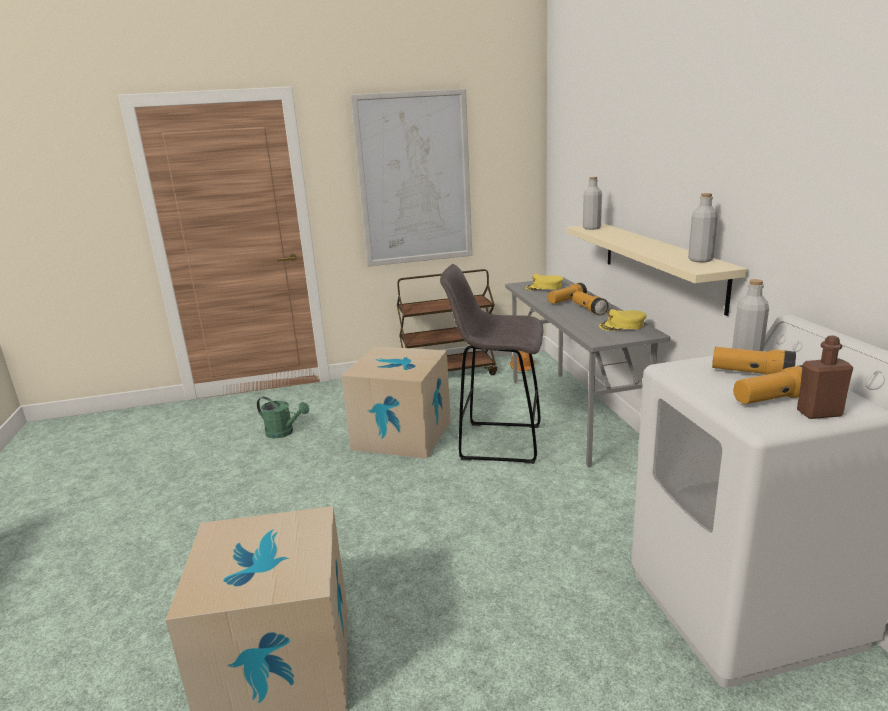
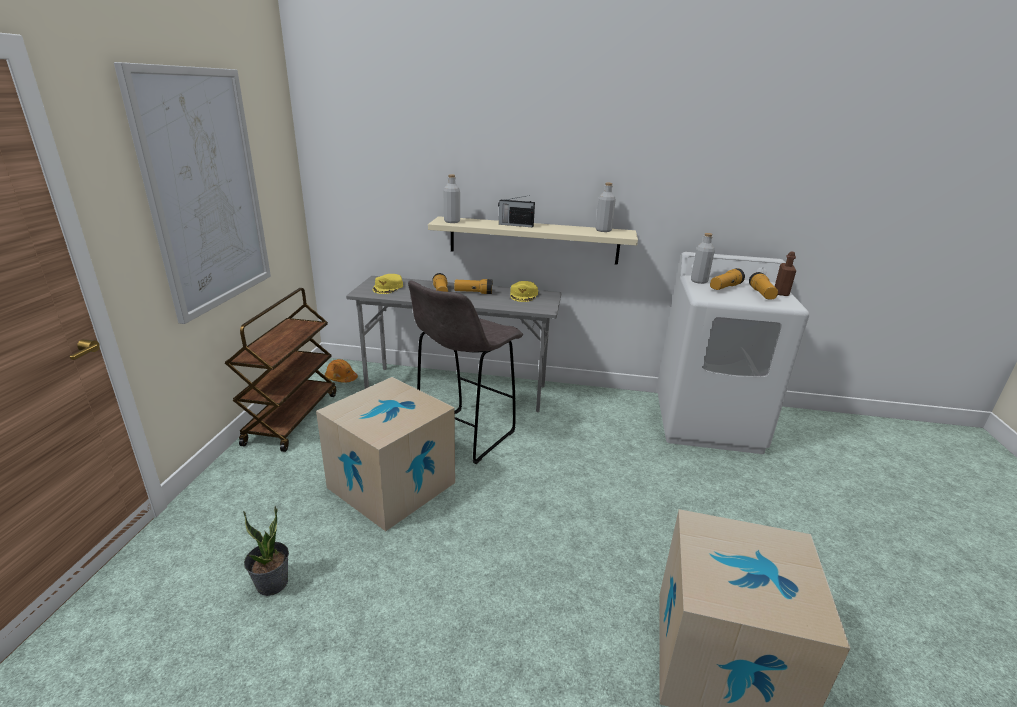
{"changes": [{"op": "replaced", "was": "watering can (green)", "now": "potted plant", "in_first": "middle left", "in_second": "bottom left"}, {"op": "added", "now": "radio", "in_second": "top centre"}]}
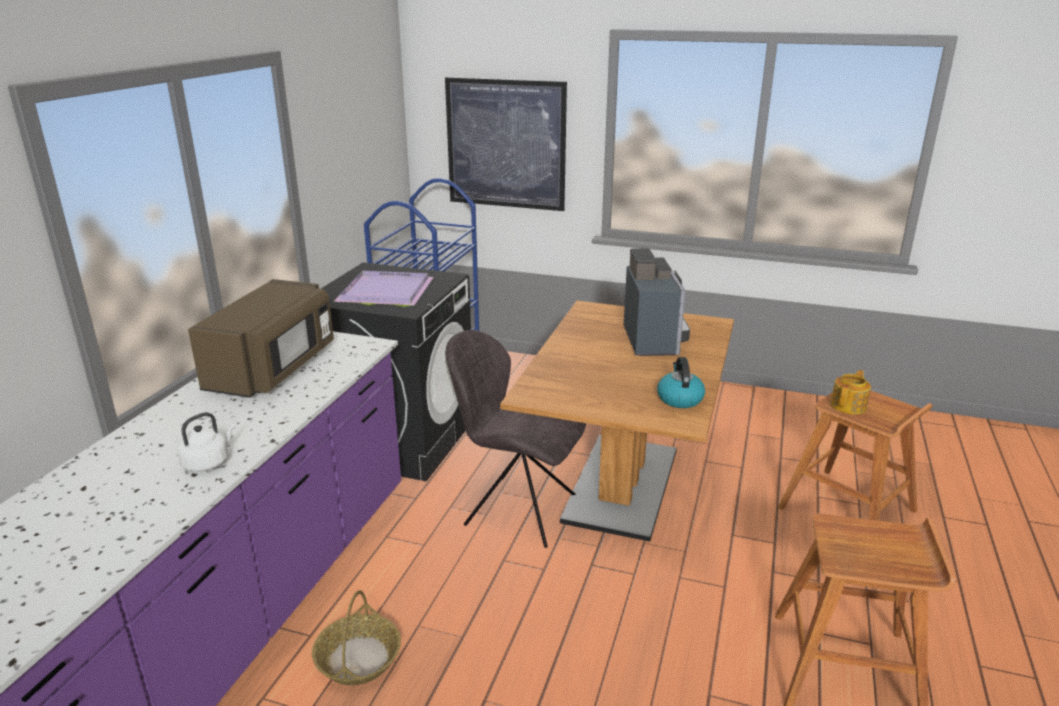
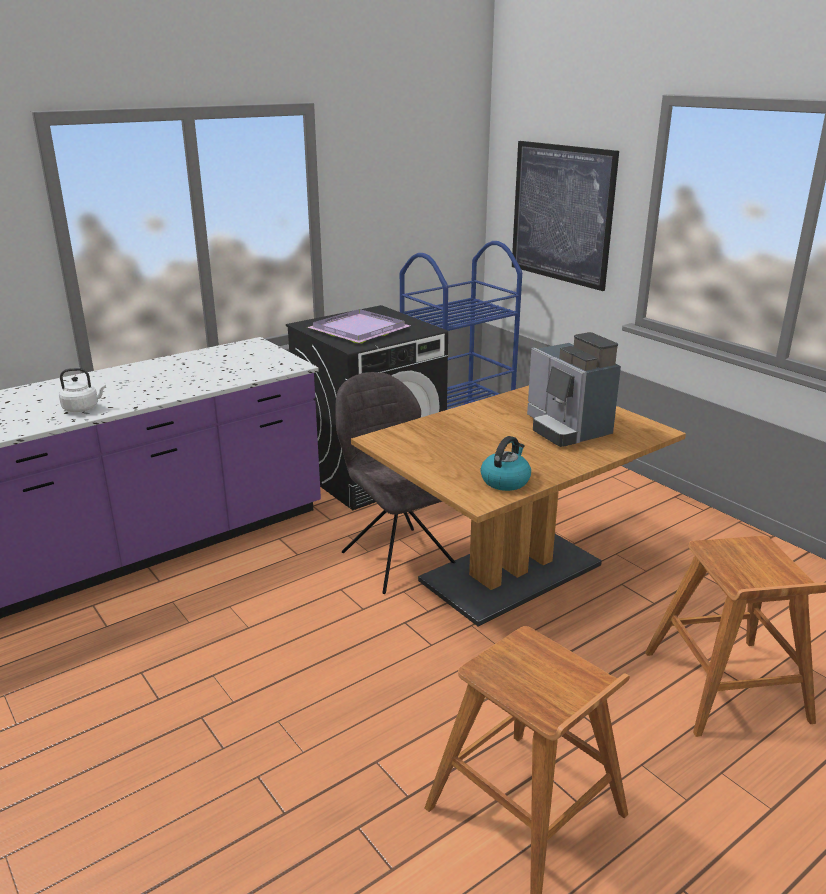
{"changes": [{"op": "turned", "was": "coffee machine", "in_first": "centre", "in_second": "middle right", "clockwise": 120}, {"op": "removed", "was": "microwave (brown)", "in_first": "middle left"}, {"op": "removed", "was": "basket", "in_first": "bottom centre"}, {"op": "removed", "was": "teapot", "in_first": "middle right"}]}
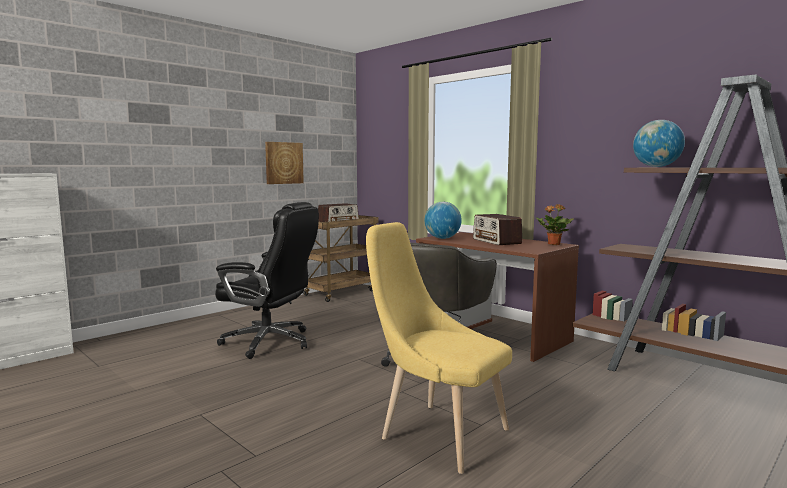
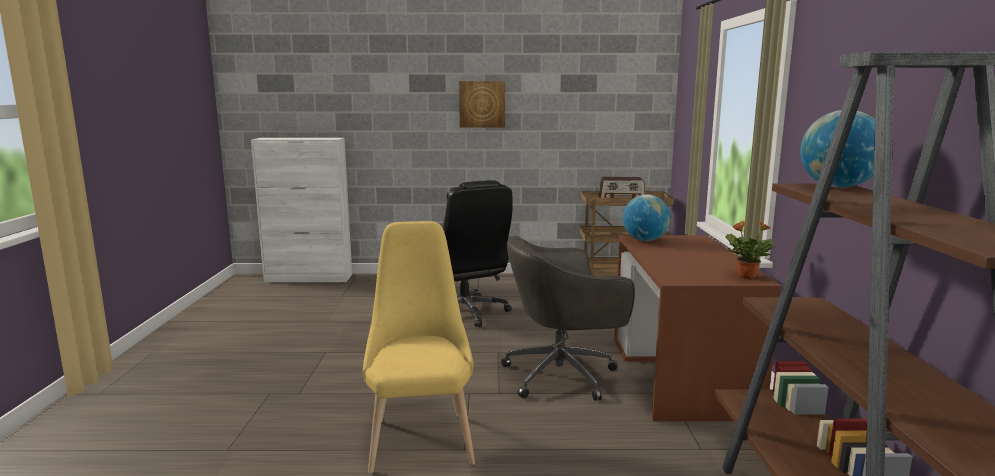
{"changes": [{"op": "moved", "was": "picture", "in_first": "centre", "in_second": "top centre"}, {"op": "removed", "was": "radio (2nd from left)", "in_first": "centre"}]}
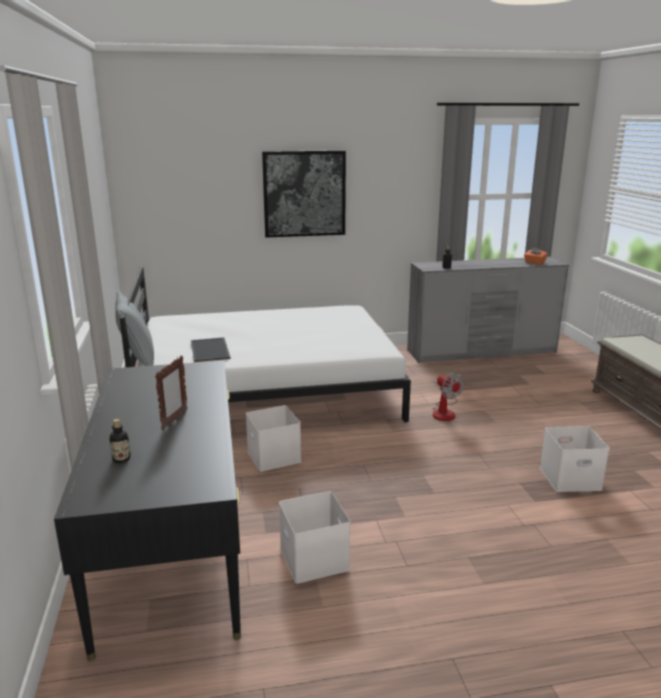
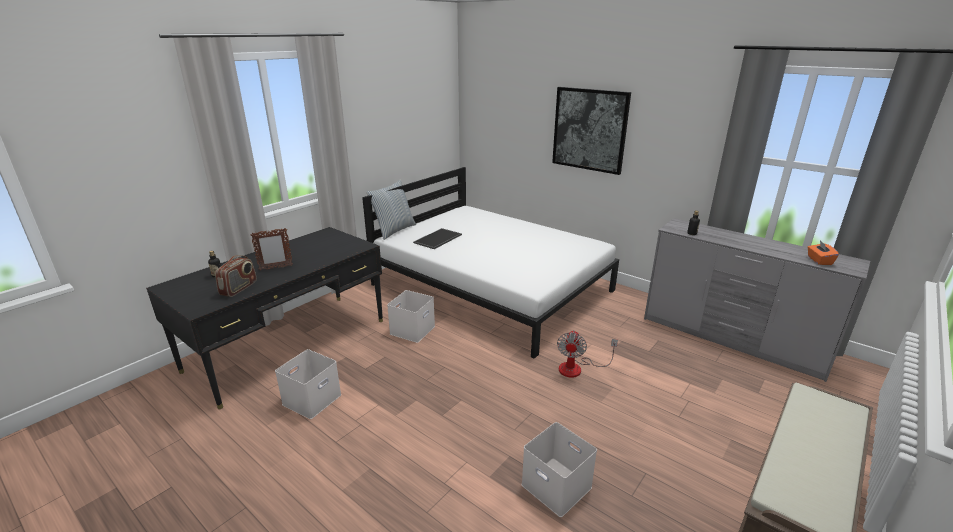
{"changes": [{"op": "added", "now": "radio", "in_second": "middle left"}]}
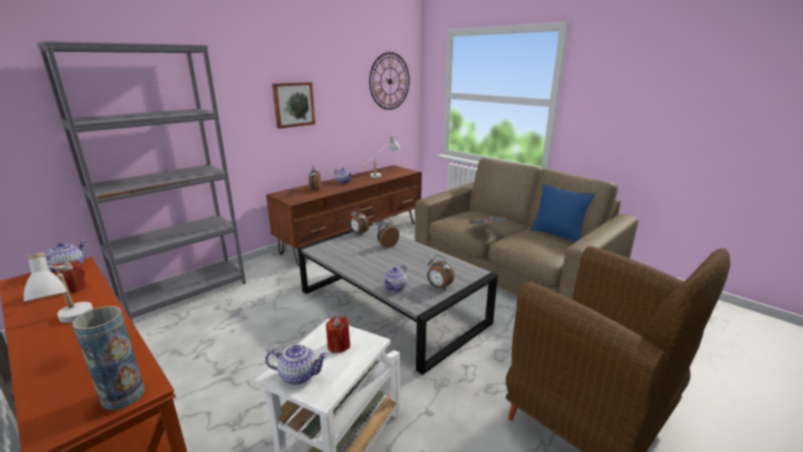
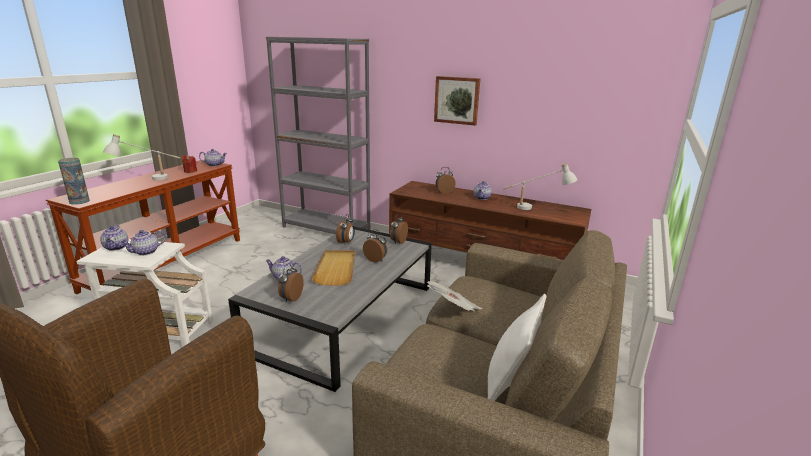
{"changes": [{"op": "replaced", "was": "candle (red) (2nd from left)", "now": "teapot (2nd from left)", "in_first": "bottom centre", "in_second": "middle left"}, {"op": "added", "now": "tray (beige)", "in_second": "centre"}, {"op": "added", "now": "alarm clock (2nd from left)", "in_second": "centre"}, {"op": "recoloured", "was": "pillow (blue)", "now": "pillow (white)", "in_first": "middle right", "in_second": "bottom centre"}, {"op": "removed", "was": "wall clock", "in_first": "top centre"}]}
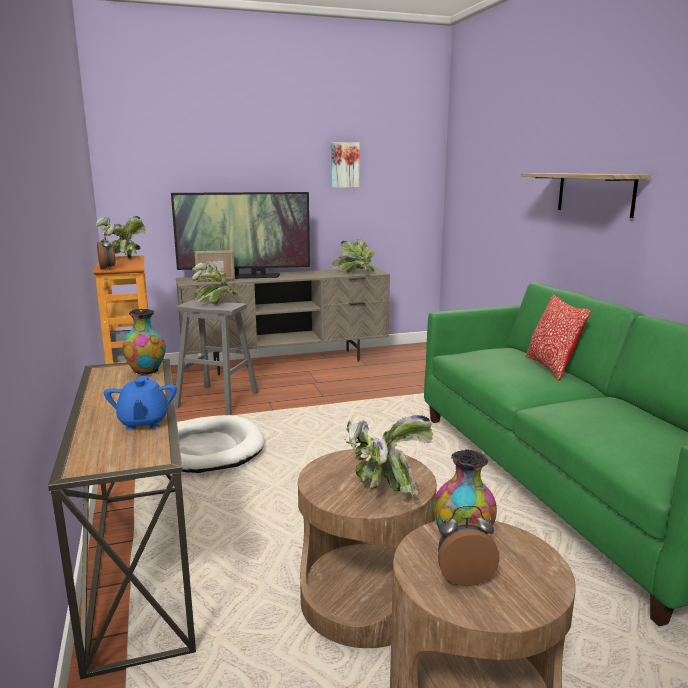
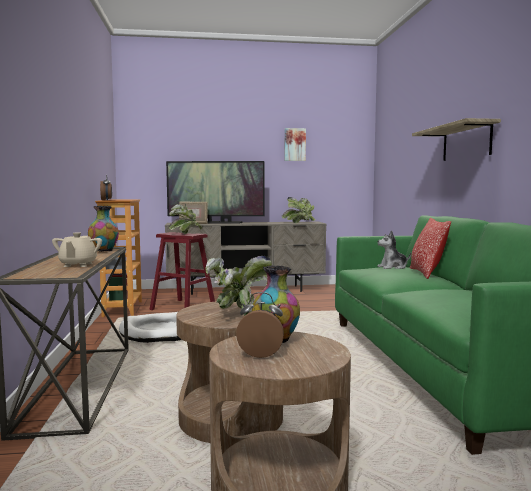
{"changes": [{"op": "recoloured", "was": "teapot (blue)", "now": "teapot (beige)", "in_first": "middle left", "in_second": "middle left"}, {"op": "recoloured", "was": "stool (grey)", "now": "stool (red)", "in_first": "middle left", "in_second": "centre"}, {"op": "added", "now": "plush toy", "in_second": "middle right"}, {"op": "removed", "was": "potted plant (1st from left)", "in_first": "middle left"}]}
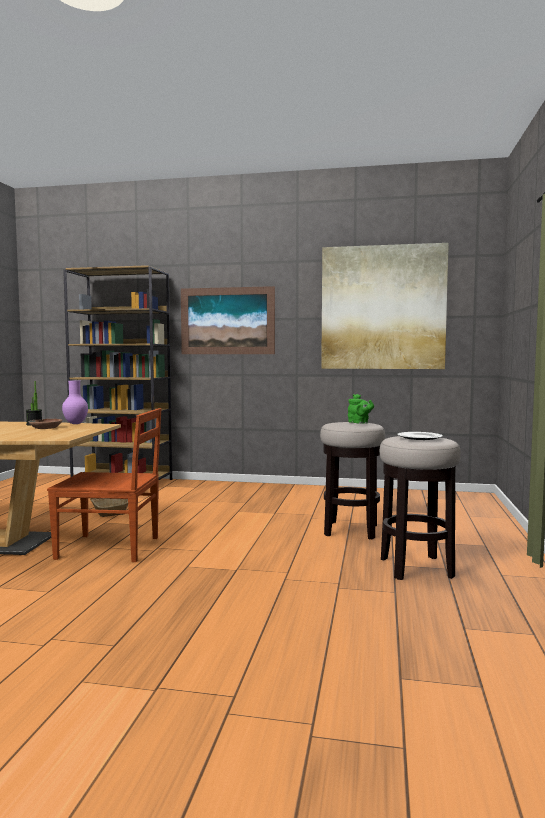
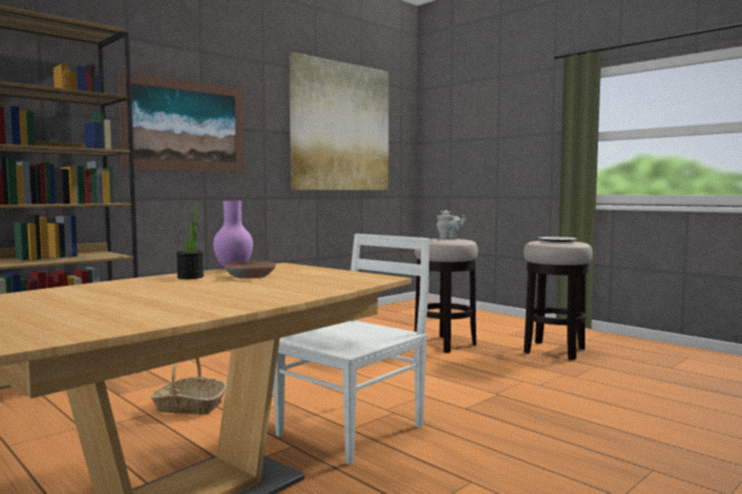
{"changes": [{"op": "recoloured", "was": "chair (brown)", "now": "chair (white)", "in_first": "middle left", "in_second": "bottom centre"}, {"op": "recoloured", "was": "teapot (green)", "now": "teapot (grey)", "in_first": "centre", "in_second": "centre"}]}
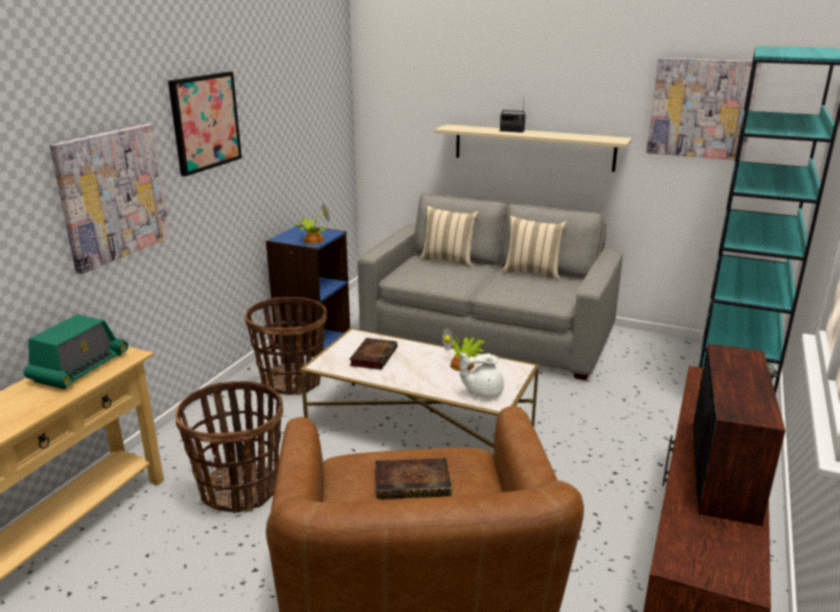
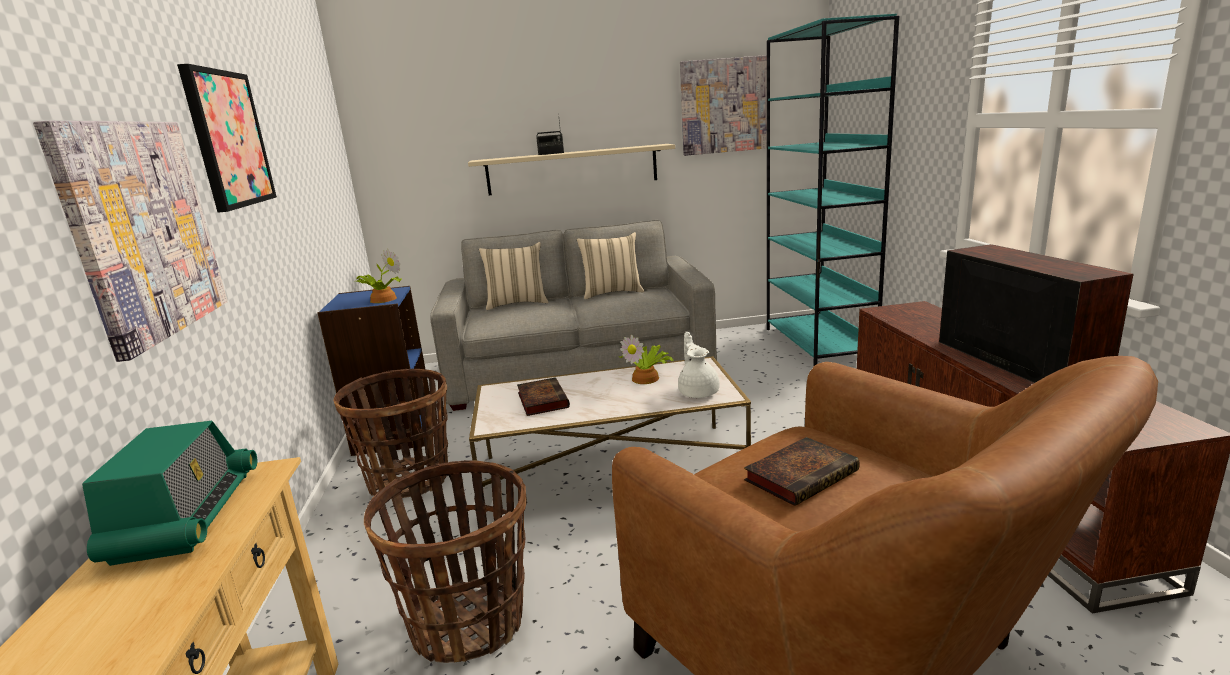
{"changes": [{"op": "turned", "was": "teapot (white)", "in_first": "centre", "in_second": "centre", "clockwise": 120}]}
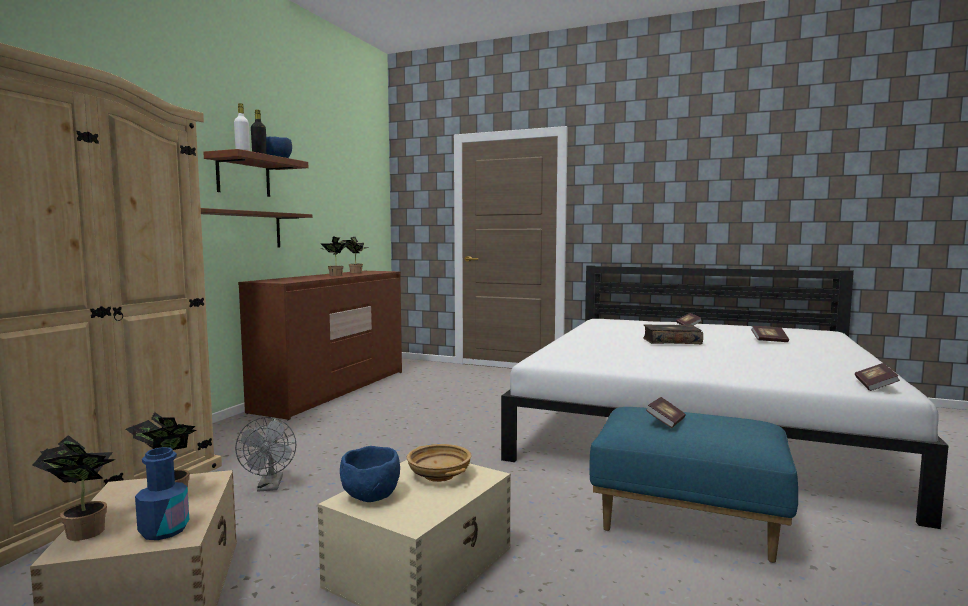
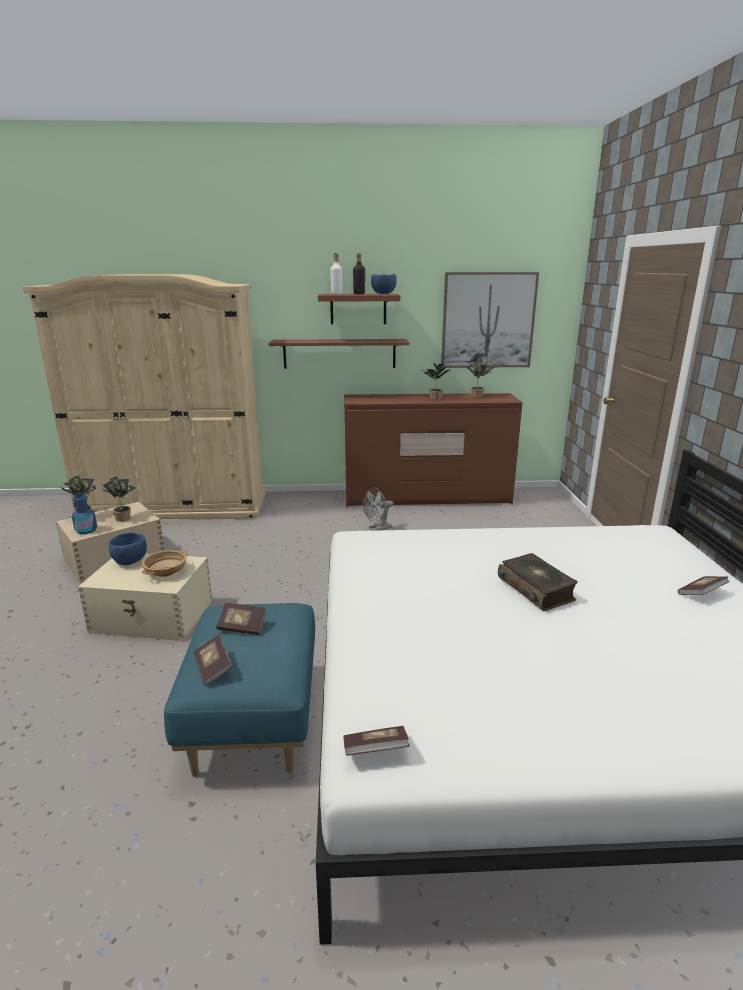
{"changes": [{"op": "moved", "was": "book (4th from left in the first image)", "now": "book (1st from left)", "in_first": "middle right", "in_second": "bottom left"}, {"op": "moved", "was": "fan (grey)", "in_first": "bottom left", "in_second": "centre"}, {"op": "added", "now": "picture", "in_second": "top centre"}]}
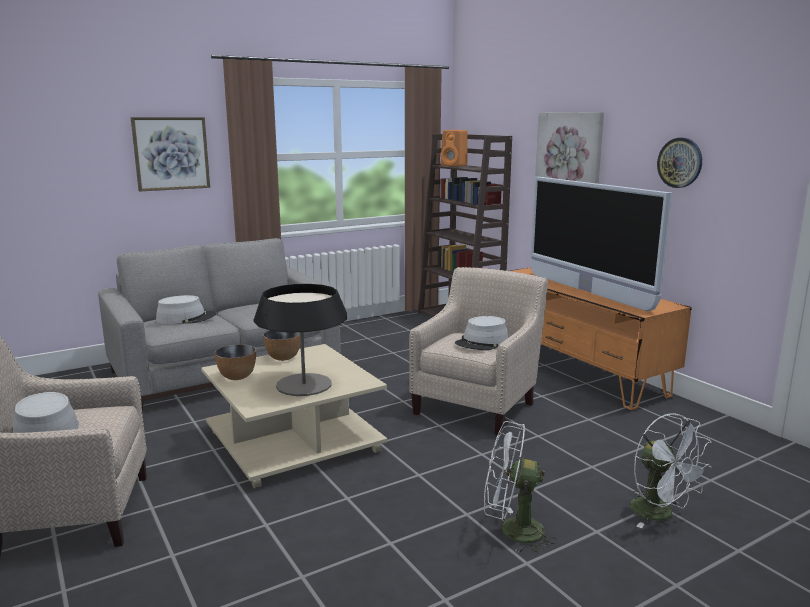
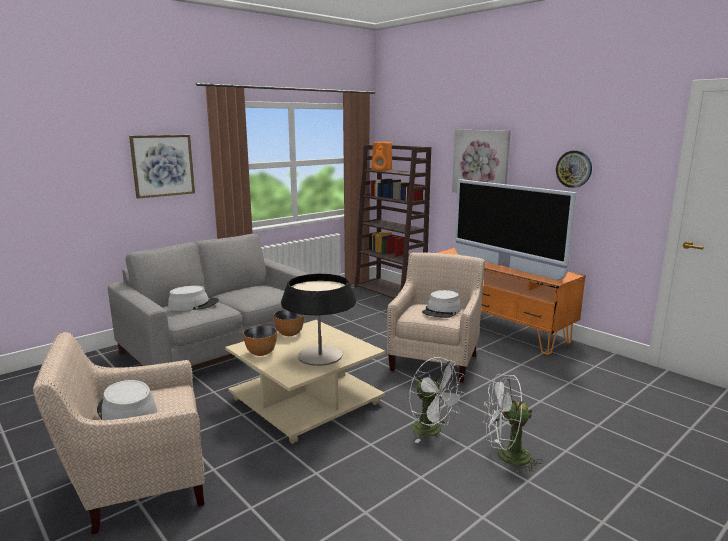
{"changes": [{"op": "moved", "was": "fan (white) (2nd from left in the first image)", "now": "fan (white) (1st from left)", "in_first": "bottom right", "in_second": "bottom centre"}]}
